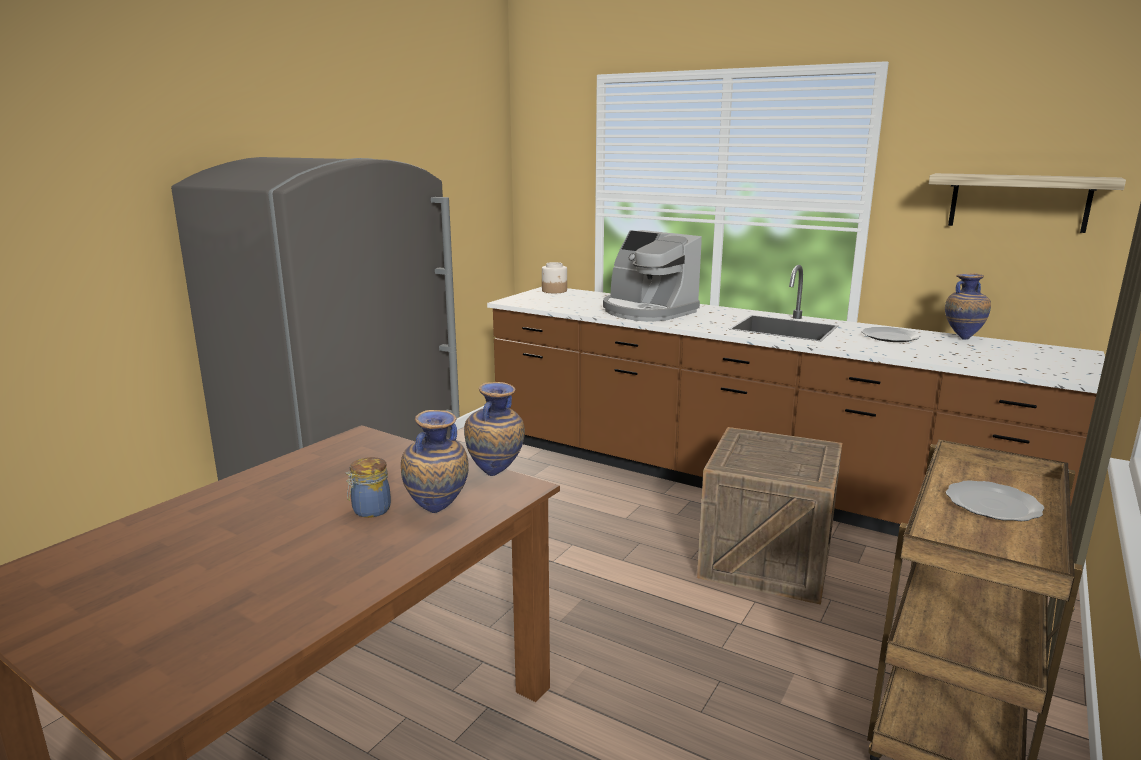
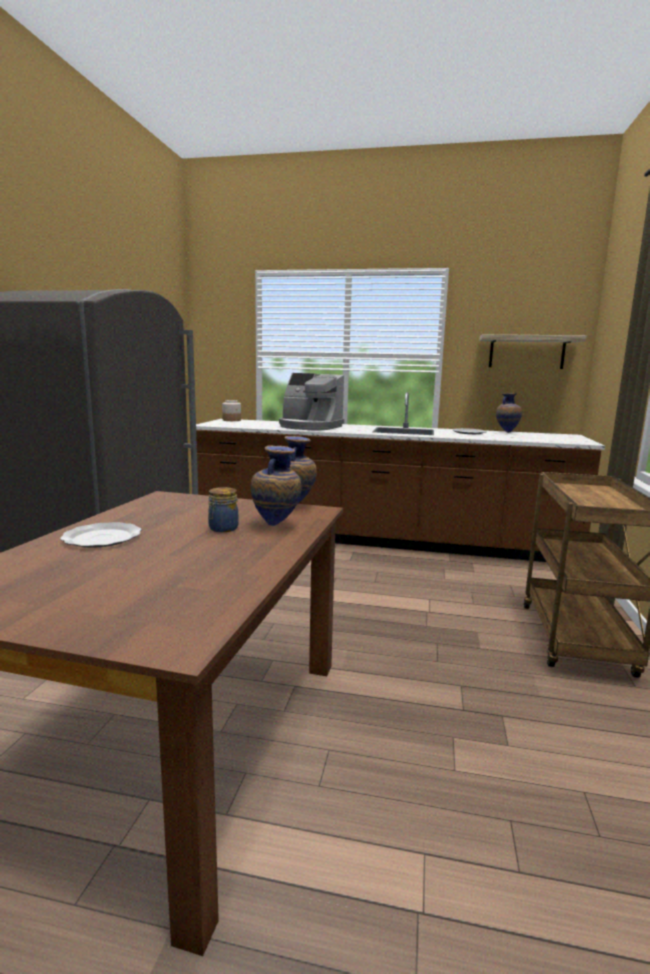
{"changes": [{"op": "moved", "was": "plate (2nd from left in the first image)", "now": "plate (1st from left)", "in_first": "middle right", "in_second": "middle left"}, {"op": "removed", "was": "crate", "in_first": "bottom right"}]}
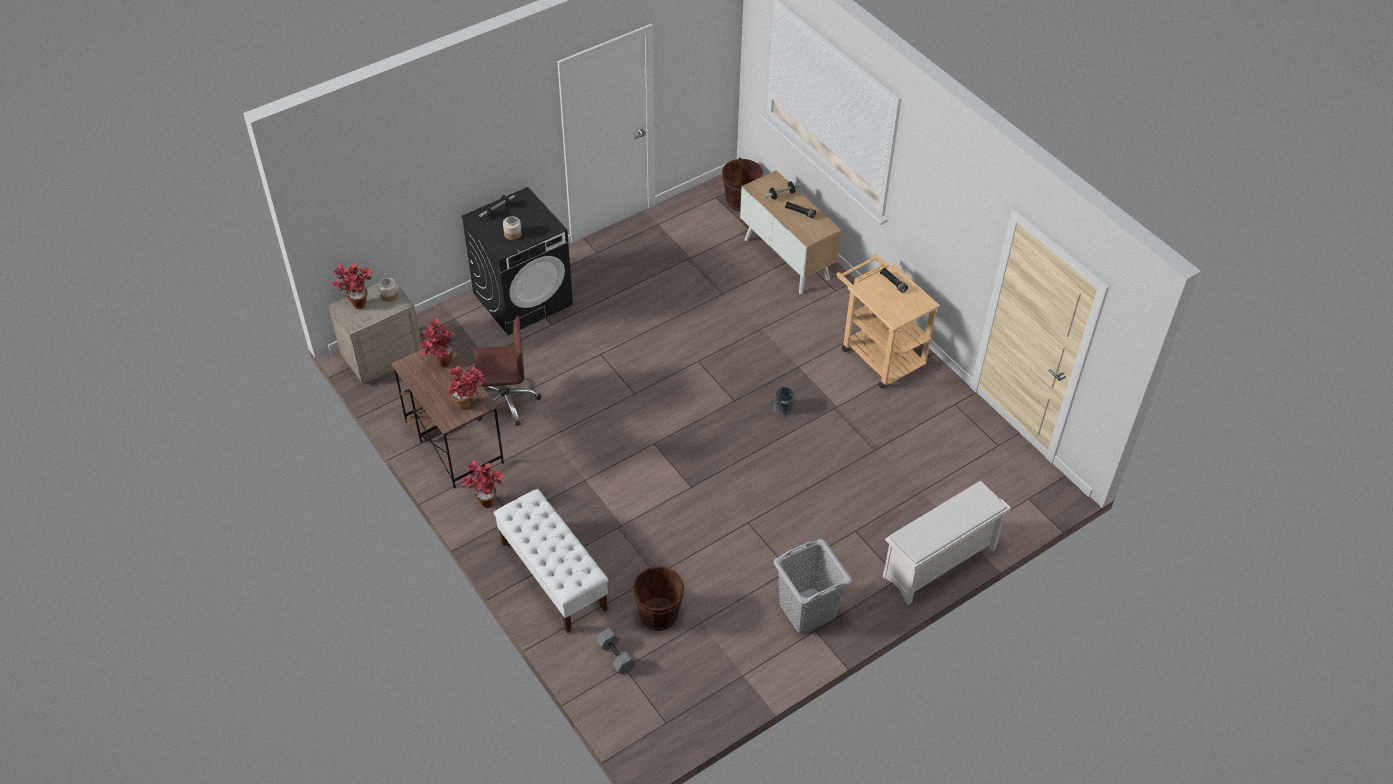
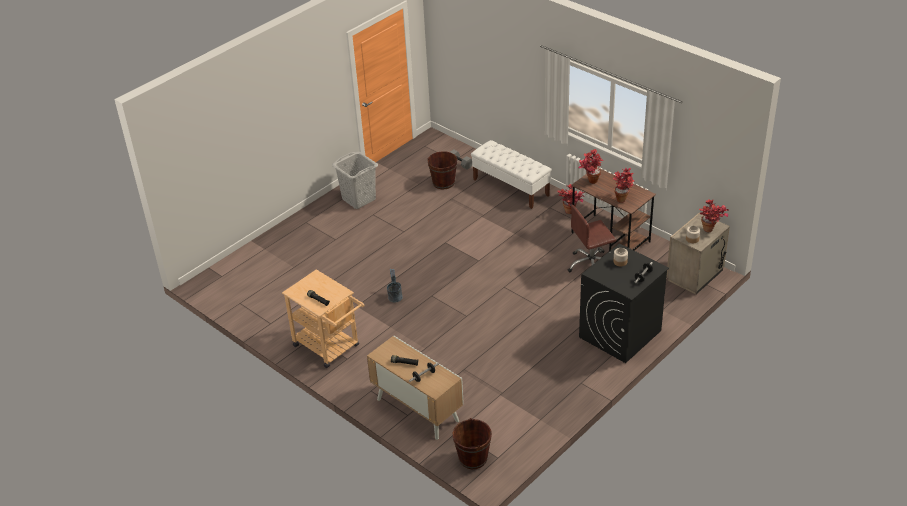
{"changes": [{"op": "removed", "was": "shoe rack (white)", "in_first": "bottom right"}]}
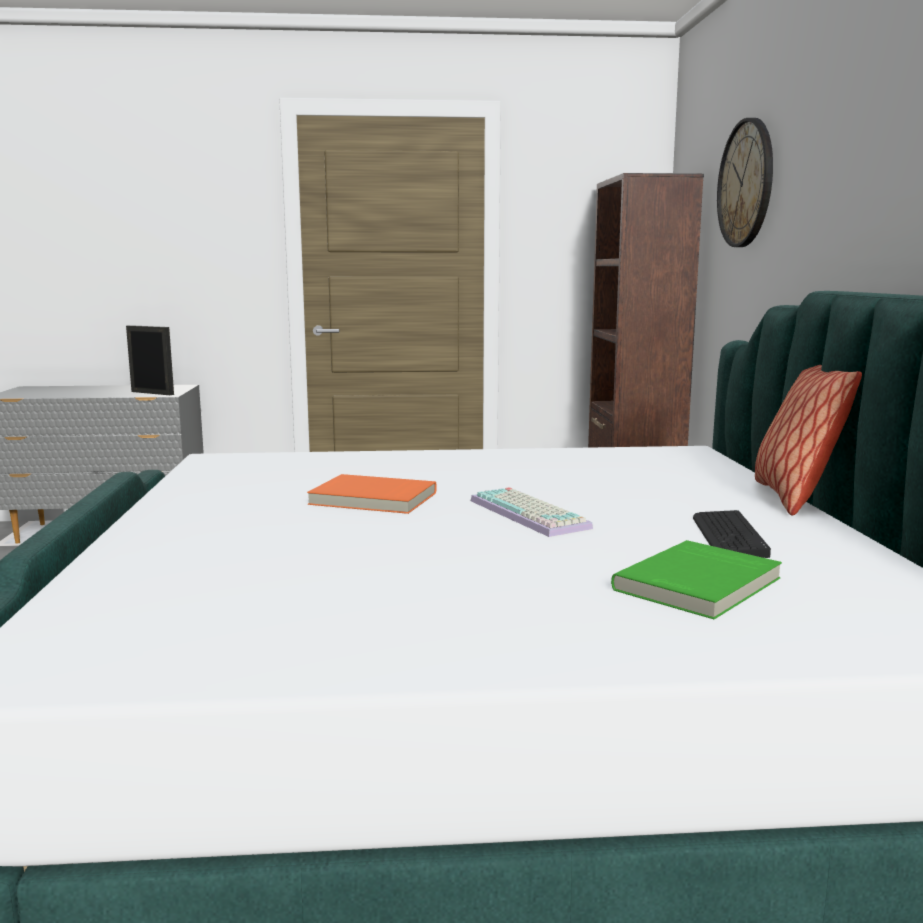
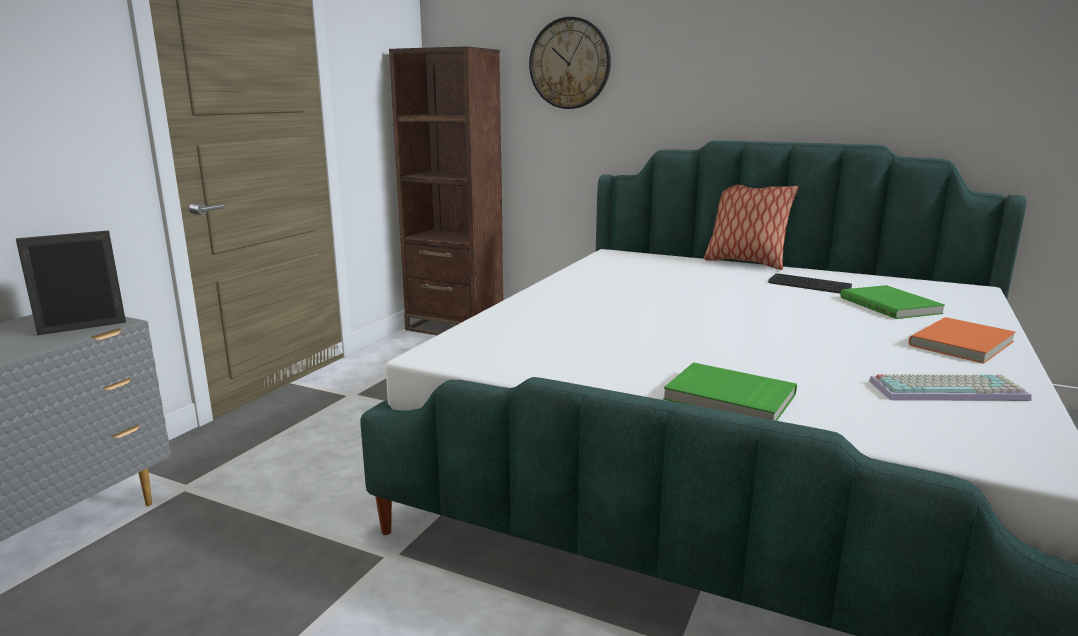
{"changes": [{"op": "added", "now": "book (green) (1st from left)", "in_second": "middle right"}, {"op": "moved", "was": "keyboard (1st from left in the first image)", "now": "keyboard (2nd from left)", "in_first": "centre", "in_second": "middle right"}, {"op": "moved", "was": "book (orange)", "in_first": "centre", "in_second": "middle right"}]}
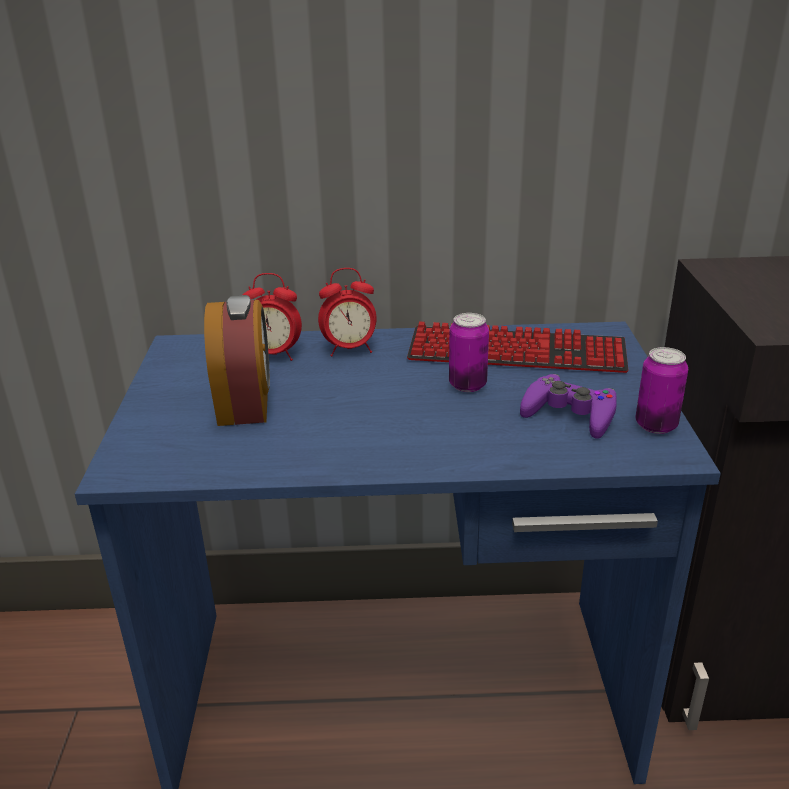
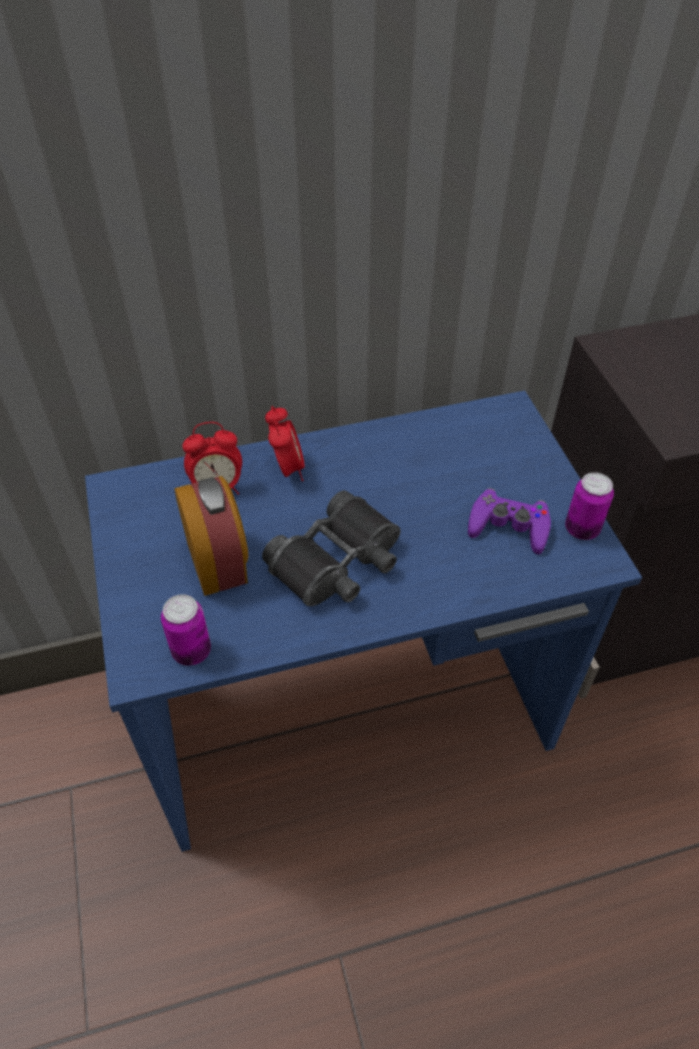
{"changes": [{"op": "moved", "was": "can (1st from left)", "in_first": "centre", "in_second": "middle left"}, {"op": "added", "now": "binoculars (black)", "in_second": "centre"}, {"op": "turned", "was": "alarm clock (3rd from left)", "in_first": "centre", "in_second": "centre", "clockwise": -75}, {"op": "removed", "was": "keyboard", "in_first": "centre"}]}
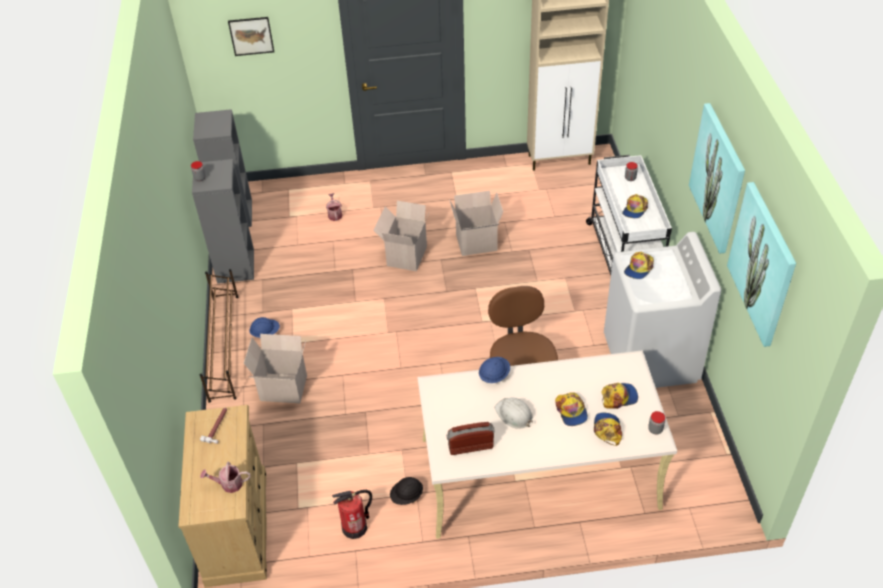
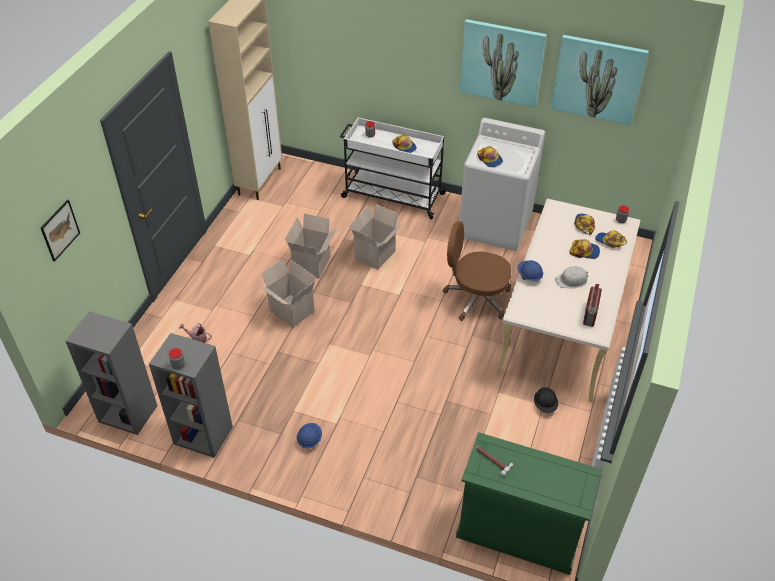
{"changes": [{"op": "moved", "was": "cardboard box (1st from left in the first image)", "now": "cardboard box (3rd from left)", "in_first": "middle left", "in_second": "centre"}, {"op": "recoloured", "was": "dresser (beige)", "now": "dresser (green)", "in_first": "bottom left", "in_second": "bottom right"}, {"op": "removed", "was": "shoe rack (brown)", "in_first": "middle left"}, {"op": "removed", "was": "watering can (1st from left)", "in_first": "bottom left"}, {"op": "removed", "was": "fire extinguisher", "in_first": "bottom centre"}]}
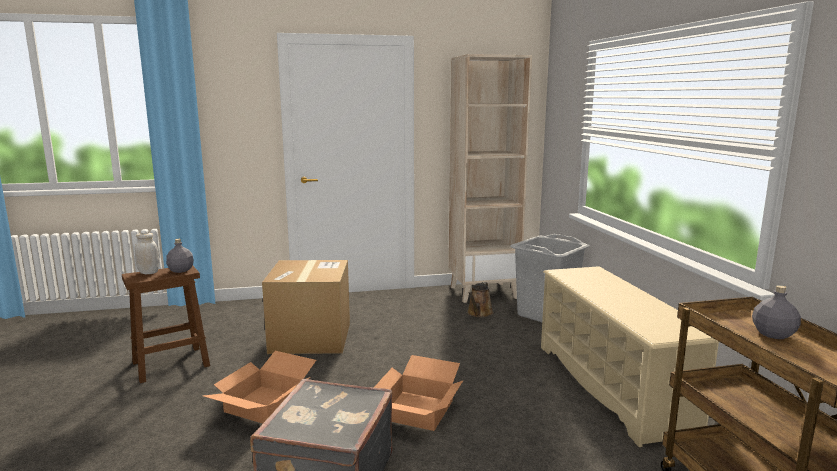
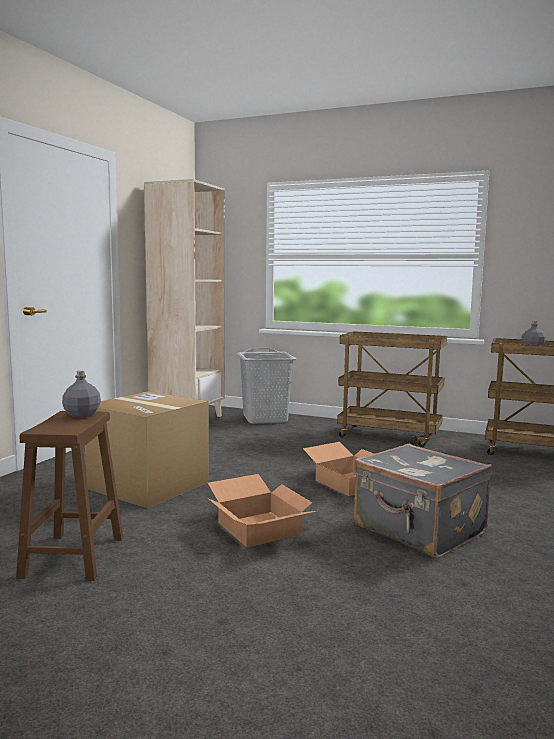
{"changes": [{"op": "replaced", "was": "shoe rack (beige)", "now": "cart (brown) (1st from left)", "in_first": "bottom right", "in_second": "middle right"}, {"op": "removed", "was": "jar (white)", "in_first": "middle left"}, {"op": "removed", "was": "watering can (brown)", "in_first": "centre"}]}
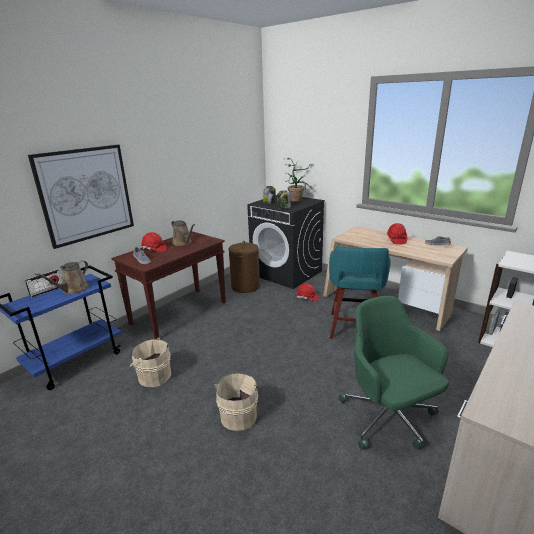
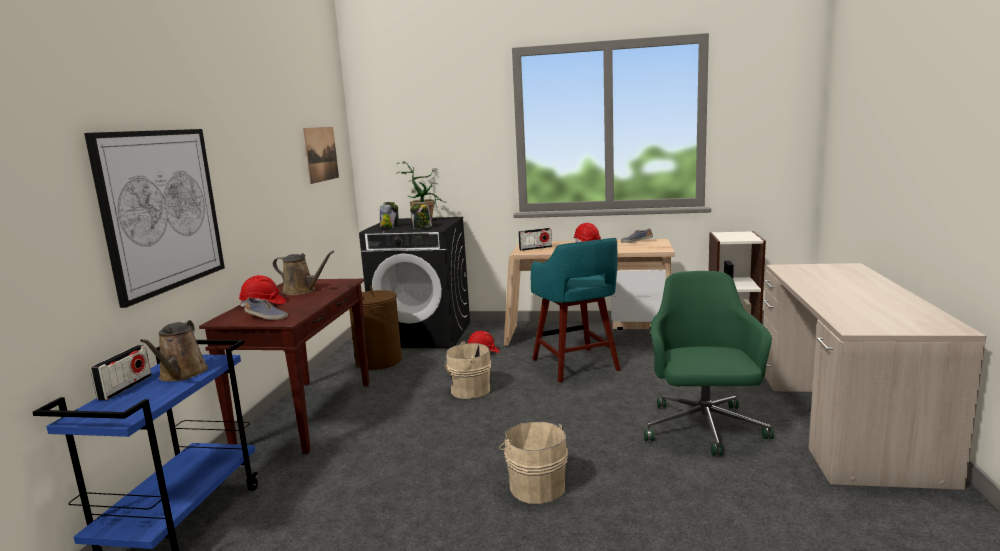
{"changes": [{"op": "added", "now": "picture (2nd from left)", "in_second": "top left"}, {"op": "moved", "was": "bucket (beige) (1st from left)", "in_first": "bottom left", "in_second": "bottom centre"}, {"op": "added", "now": "radio (2nd from left)", "in_second": "centre"}, {"op": "turned", "was": "office chair (green)", "in_first": "bottom right", "in_second": "middle right", "clockwise": 60}]}
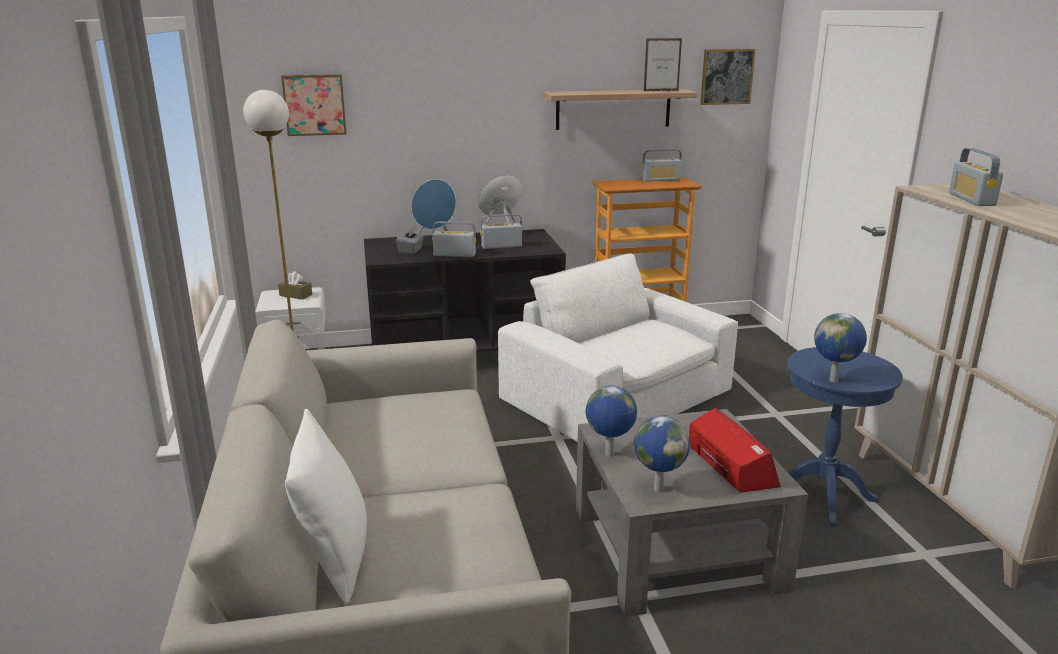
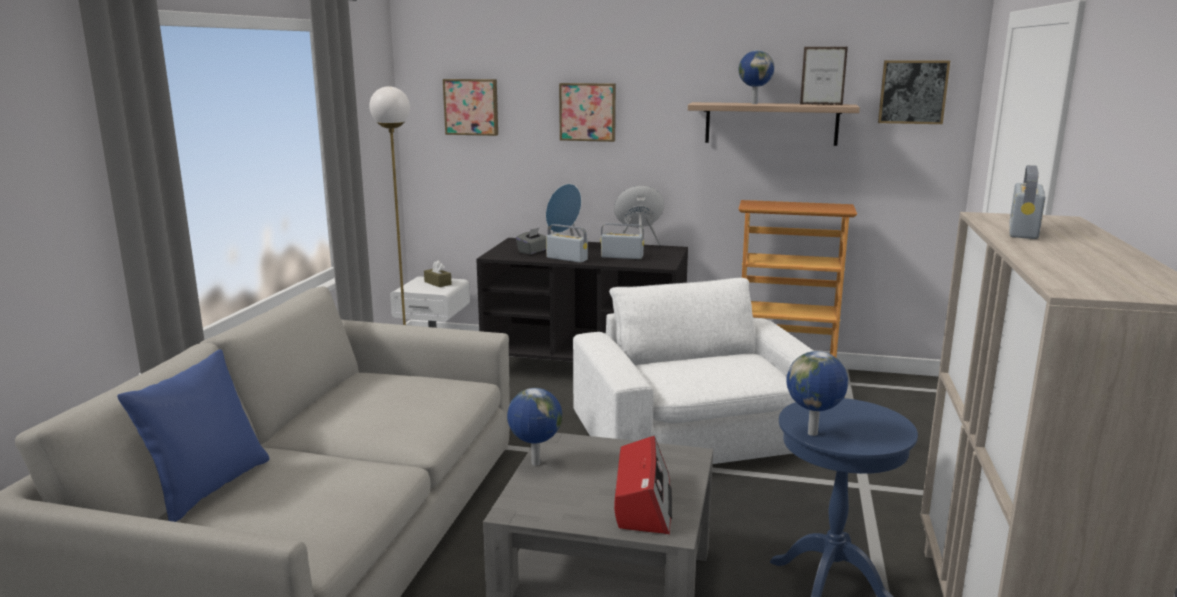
{"changes": [{"op": "recoloured", "was": "pillow (white)", "now": "pillow (blue)", "in_first": "bottom left", "in_second": "bottom left"}, {"op": "added", "now": "picture (2nd from left)", "in_second": "top centre"}, {"op": "moved", "was": "globe (2nd from left)", "in_first": "bottom centre", "in_second": "top centre"}, {"op": "removed", "was": "radio (3rd from left)", "in_first": "top centre"}]}
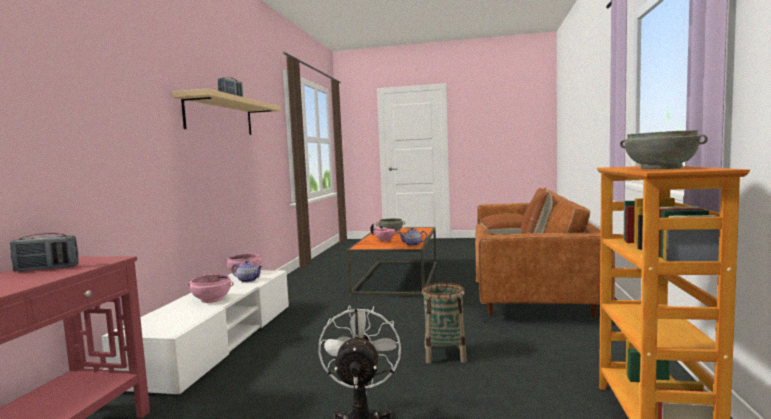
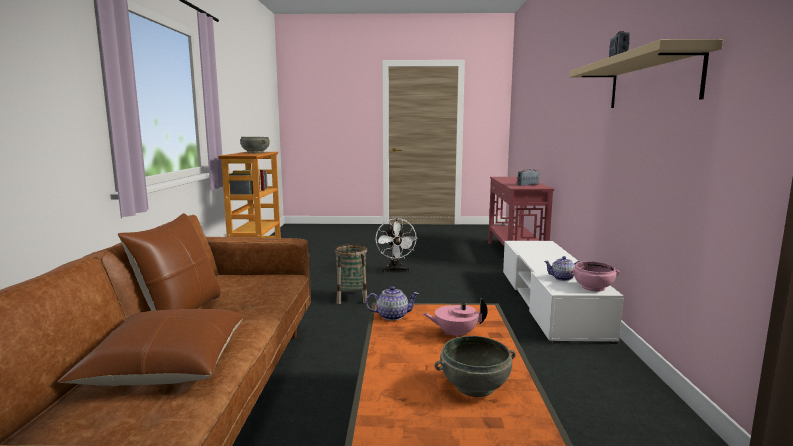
{"changes": [{"op": "removed", "was": "bowl (pink) (1st from left)", "in_first": "bottom left"}]}
